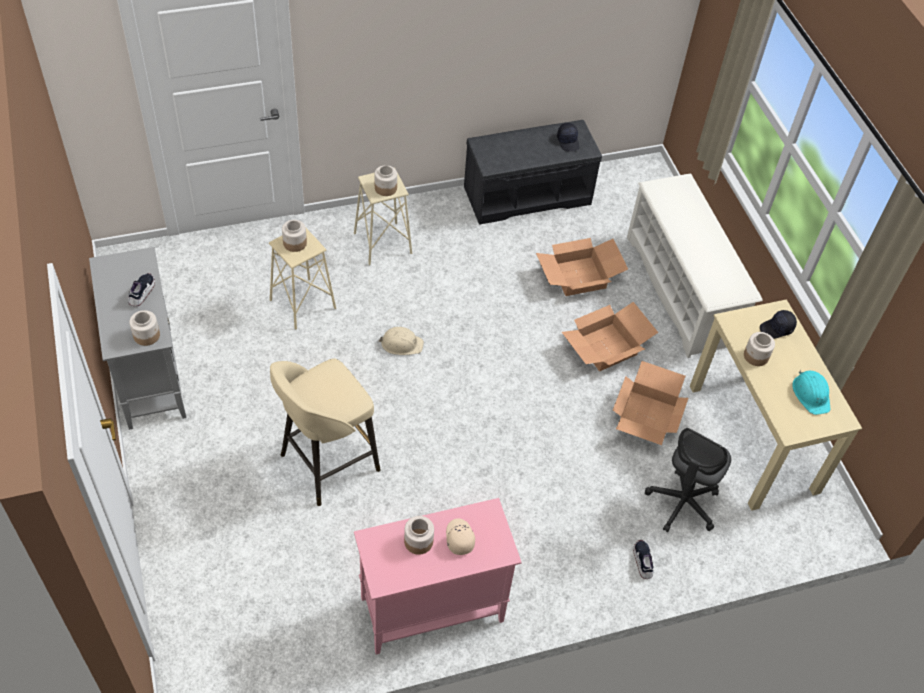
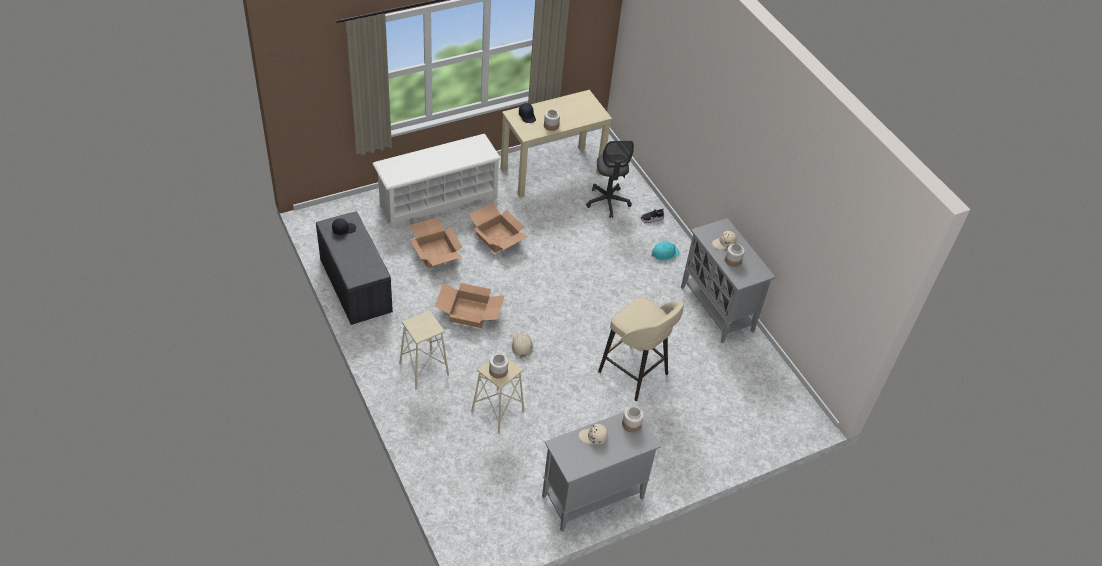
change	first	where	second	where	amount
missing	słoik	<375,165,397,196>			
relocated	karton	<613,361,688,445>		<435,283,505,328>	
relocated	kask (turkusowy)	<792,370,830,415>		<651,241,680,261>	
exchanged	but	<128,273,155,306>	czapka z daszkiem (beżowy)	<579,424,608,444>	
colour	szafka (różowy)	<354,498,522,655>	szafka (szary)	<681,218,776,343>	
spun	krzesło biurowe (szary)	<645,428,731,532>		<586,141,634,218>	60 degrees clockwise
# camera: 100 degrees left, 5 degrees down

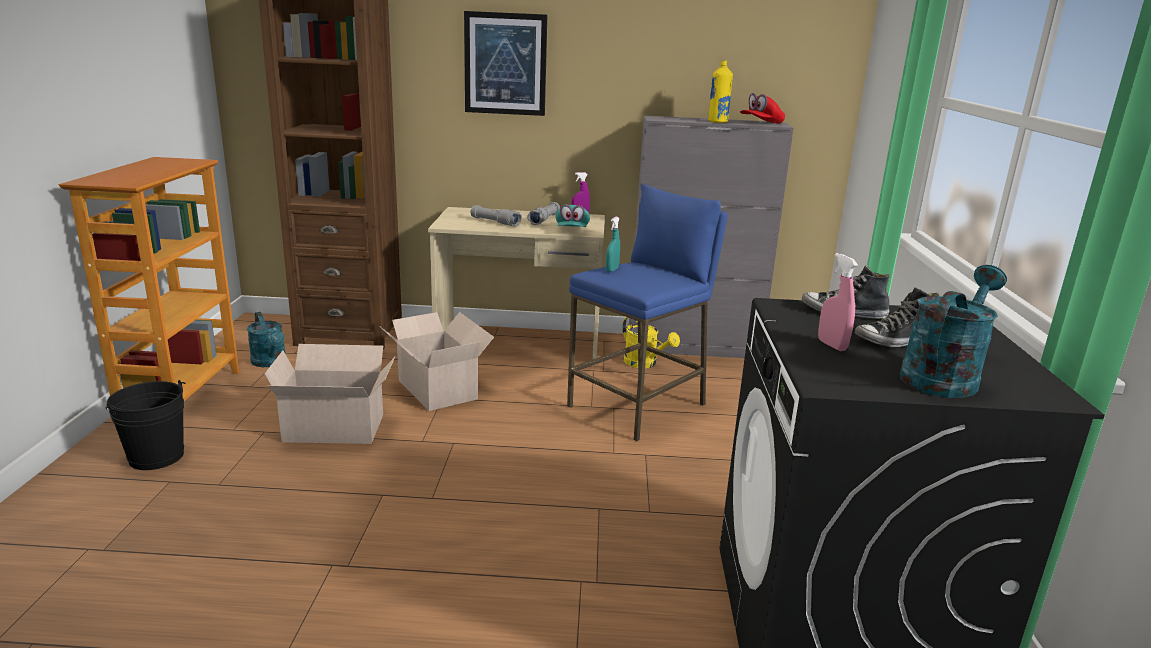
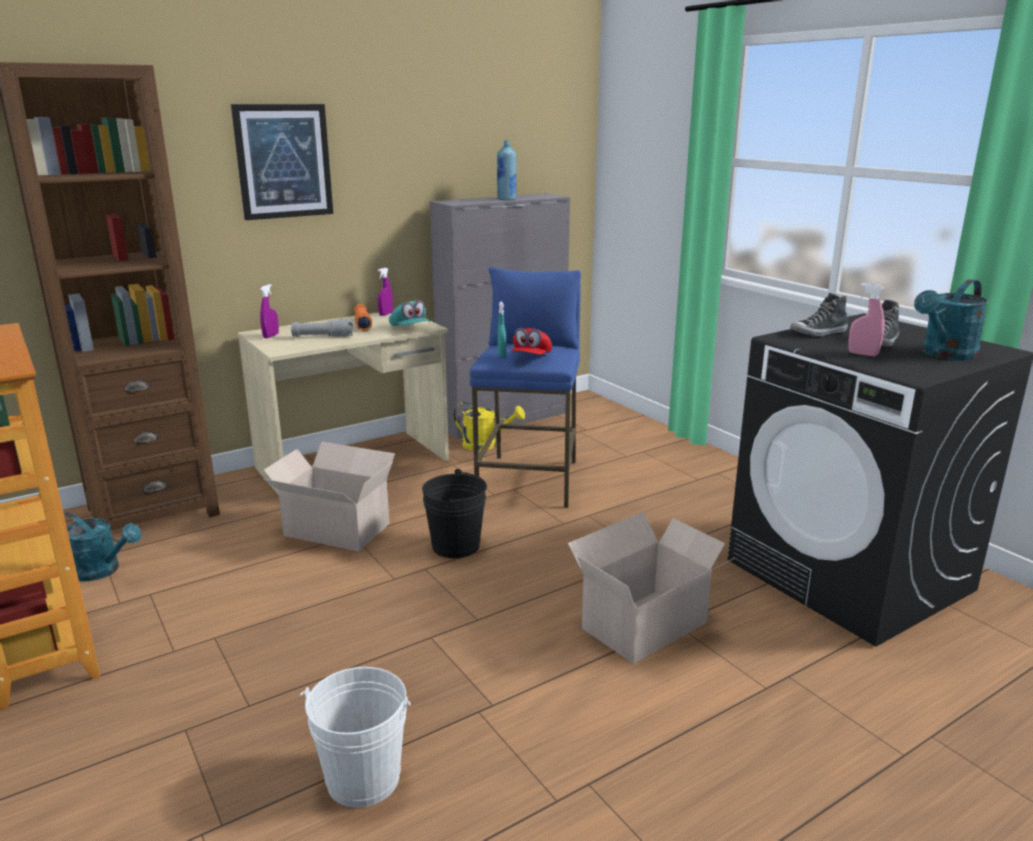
change	first	where	second	where	amount
appeared			spryskiwacz (fioletowy)	<260,284,279,338>	
appeared			wiadro (biały)	<299,667,411,808>	
relocated	wiadro (czarny)	<105,380,185,470>		<422,469,487,558>	
relocated	karton	<264,344,395,444>		<568,512,734,664>	
relocated	czapka z daszkiem (czerwony)	<740,93,785,123>		<511,328,552,355>	
colour	latarka (szary)	<527,202,560,225>	latarka (pomarańczowy)	<354,304,372,331>	
colour	butelka (żółty)	<708,61,733,123>	butelka (niebieski)	<497,140,516,200>	
spun	konewka (turkusowy)	<900,265,1007,398>		<914,279,988,360>	135 degrees counterclockwise
# camera: 35 degrees left, 0 degrees up

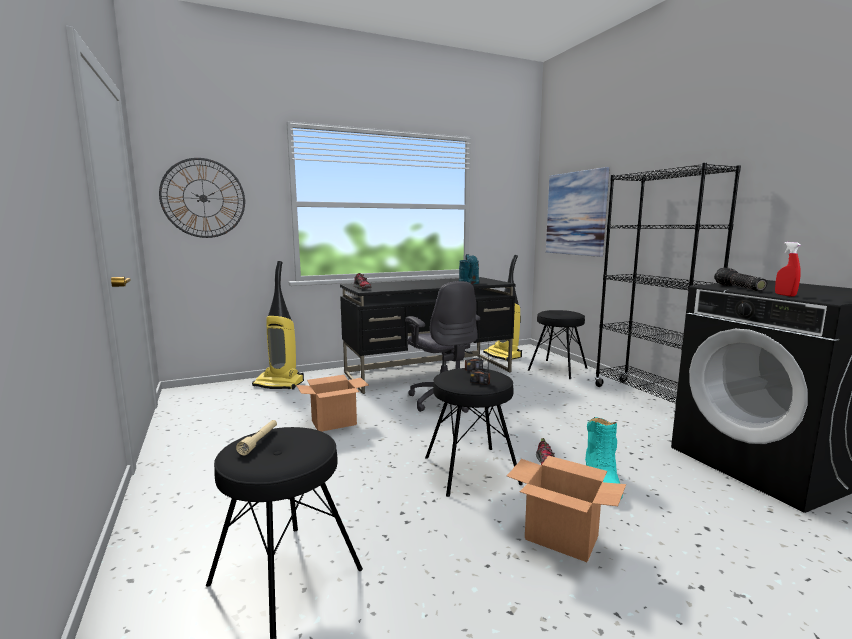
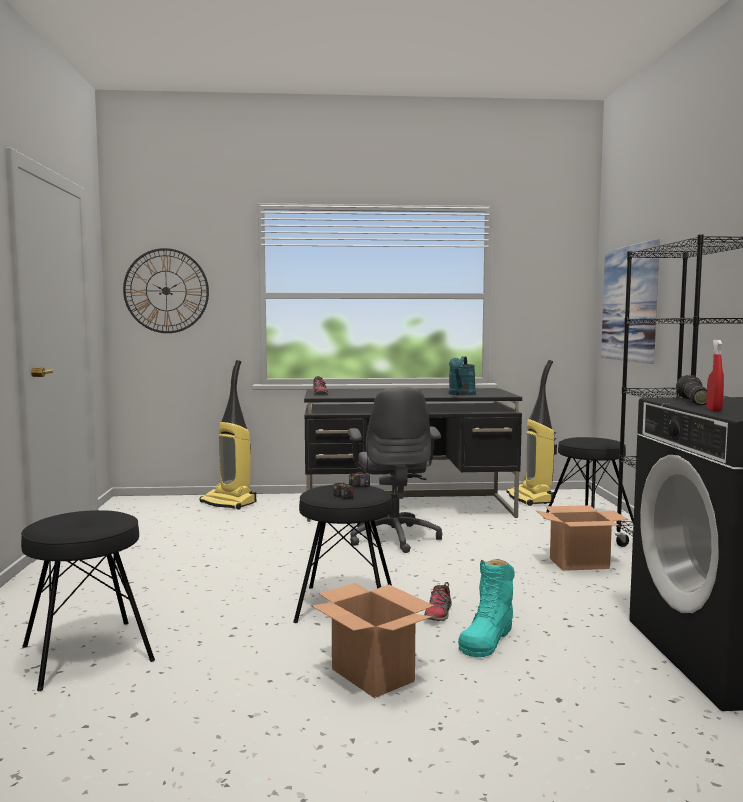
change	first	where	second	where	amount
missing	latarka (beżowy)	<236,420,277,455>			
relocated	karton	<296,375,369,432>		<535,505,629,571>	
# camera: 20 degrees right, 5 degrees down

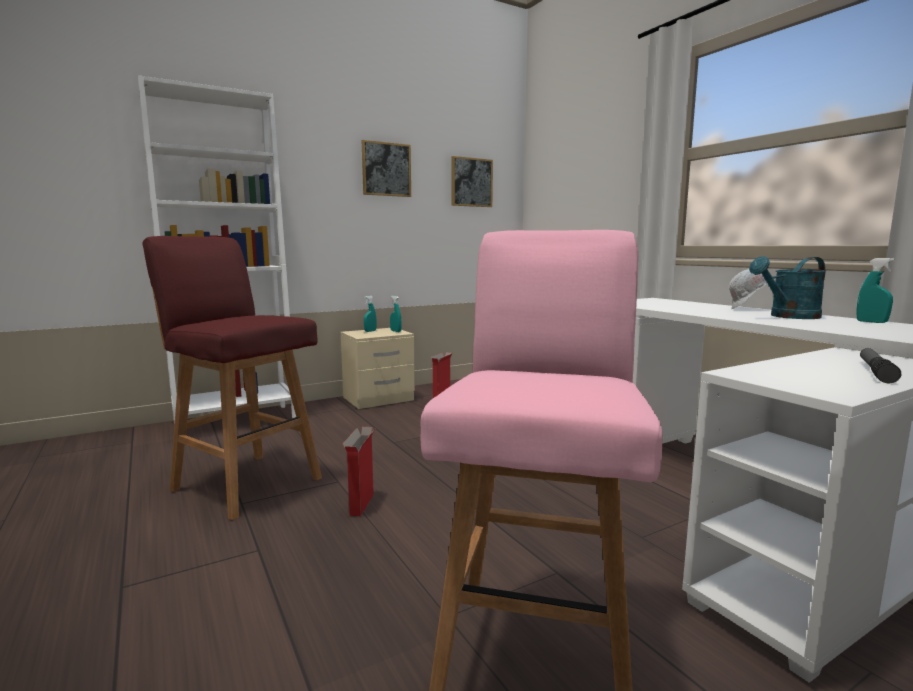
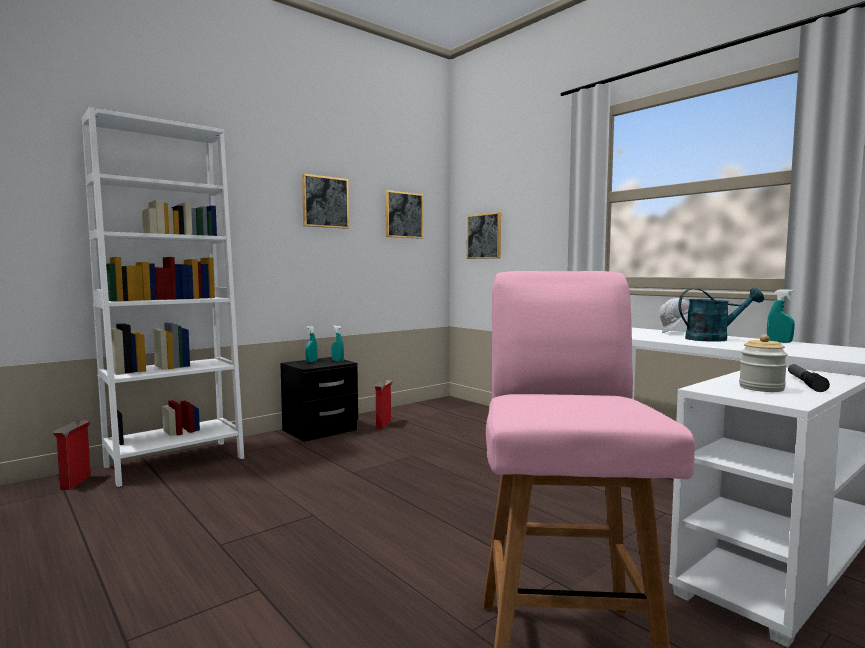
change	first	where	second	where	amount
missing	stołek (czerwony)	<142,236,322,520>			
appeared			obraz	<467,212,501,259>	
appeared			słoik	<739,335,788,392>	
relocated	karton	<343,427,376,516>		<53,420,91,490>	
colour	szafka nocna (beżowy)	<341,328,415,409>	szafka nocna (czarny)	<280,357,358,442>	
spun	konewka (turkusowy)	<749,256,826,319>		<678,288,764,342>	150 degrees counterclockwise
# camera: 10 degrees left, 5 degrees down

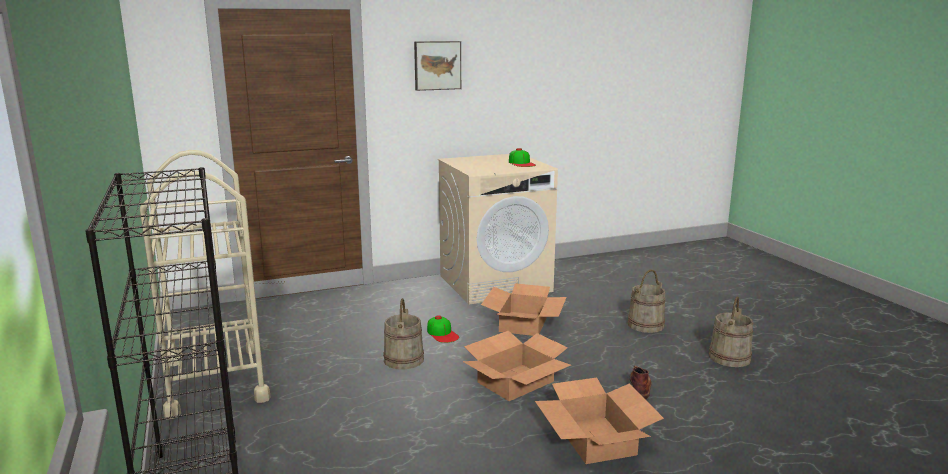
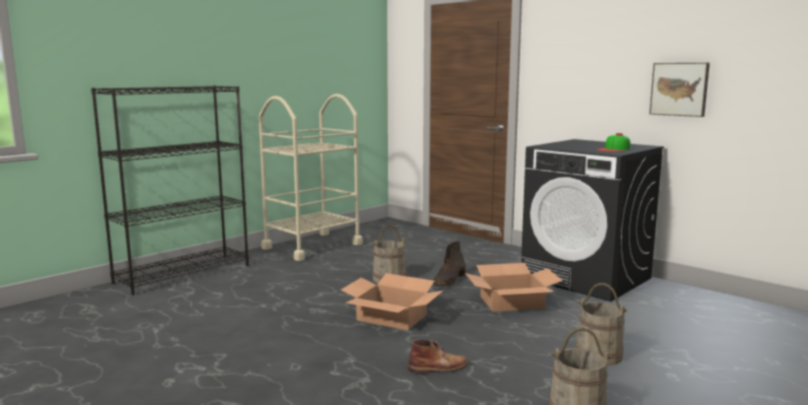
change	first	where	second	where	amount
missing	karton	<535,377,664,464>			
relocated	obraz	<414,41,461,91>		<649,63,710,117>	
exchanged	czapka z daszkiem	<427,315,459,343>	but z cholewką (brązowy)	<433,241,466,286>	
colour	pralka (beżowy)	<438,154,558,304>	pralka (czarny)	<521,139,664,302>	
# camera: 65 degrees right, 5 degrees down

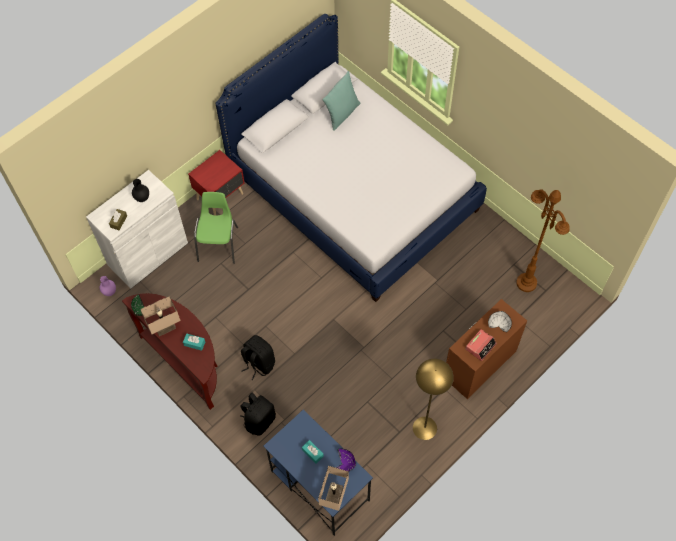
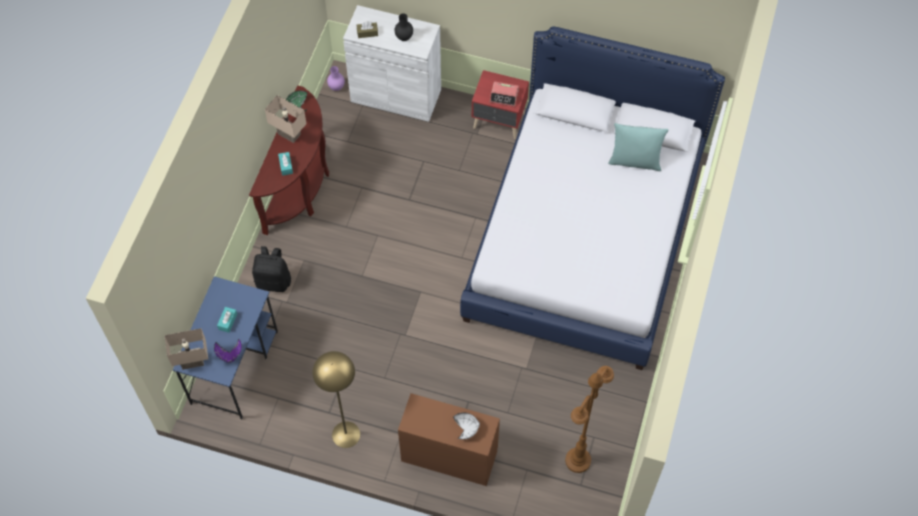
change	first	where	second	where	amount
missing	krzesło (zielony)	<194,192,238,264>			
missing	plecak (czarny)	<241,335,275,380>			
relocated	budzik	<466,329,497,361>		<490,82,519,107>	
# camera: 60 degrees right, 0 degrees up

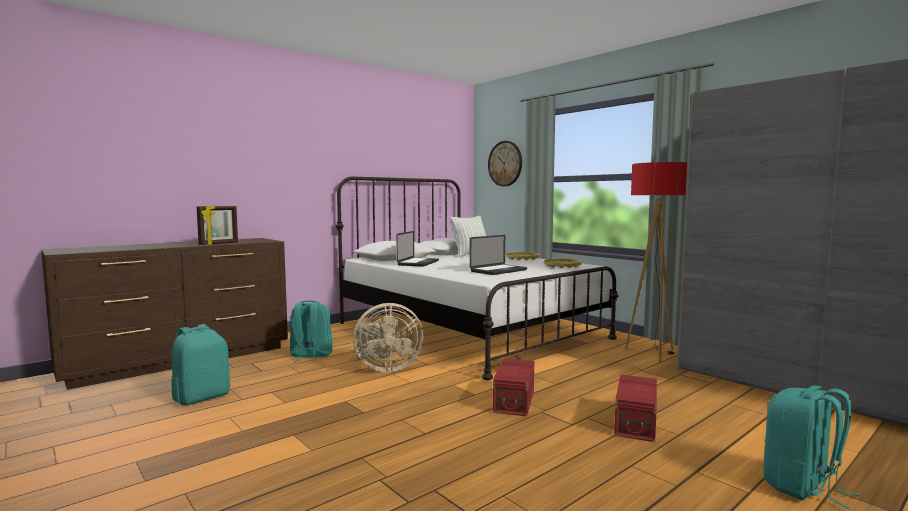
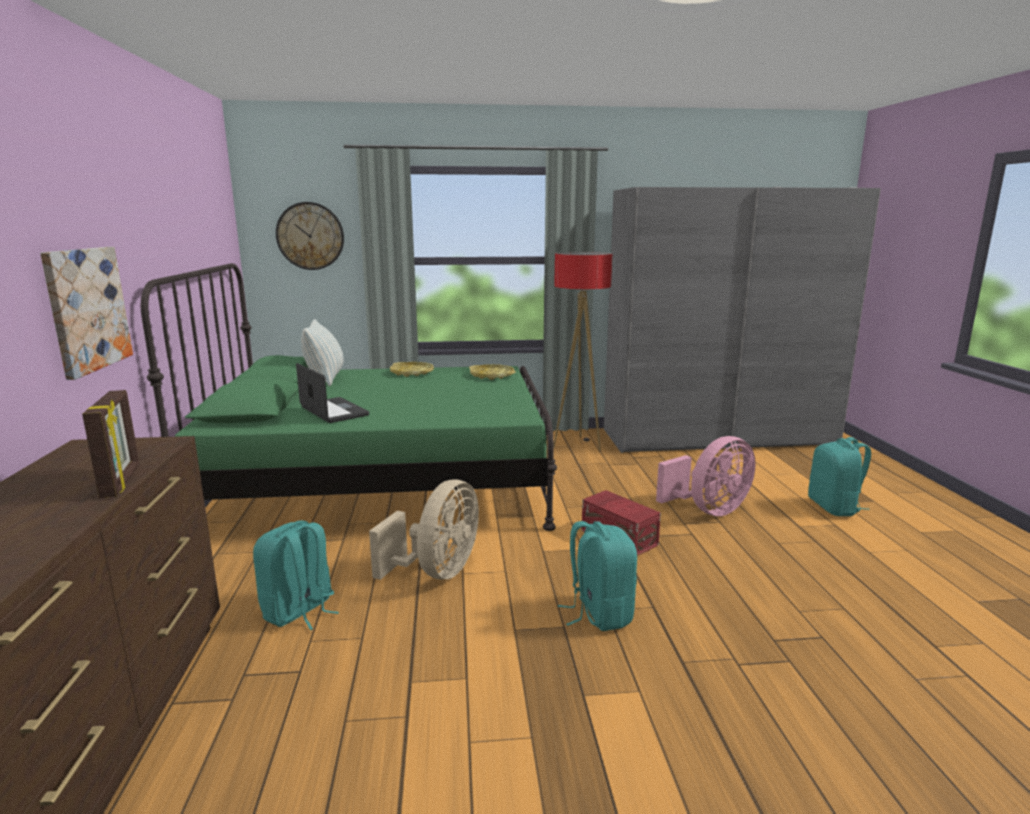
change	first	where	second	where	amount
missing	laptop	<470,235,527,275>			
appeared			obraz	<40,247,133,380>	
relocated	plecak (turkusowy)	<171,324,230,406>		<558,521,637,631>	
exchanged	pojemnik do przechowywania (czerwony)	<614,374,657,442>	wentylator (różowy)	<656,436,756,516>	
colour	łóżko (biały)	<336,177,619,380>	łóżko (zielony)	<141,263,557,531>	
# camera: 55 degrees left, 10 degrees up

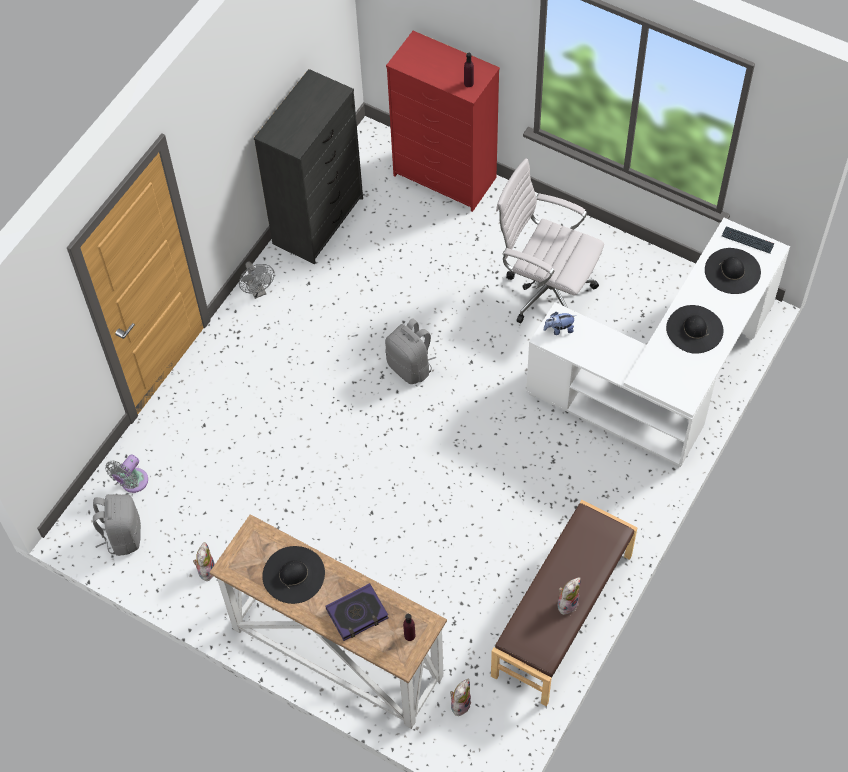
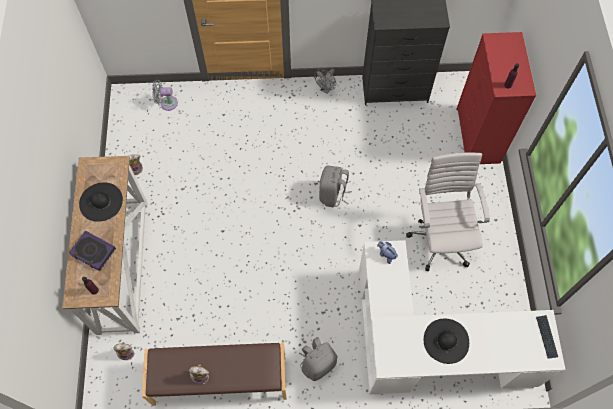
change	first	where	second	where	amount
missing	kapelusz (czarny)	<705,248,761,294>			
relocated	plecak (szary)	<93,494,141,556>		<299,337,337,381>	
# camera: 55 degrees right, 5 degrees up

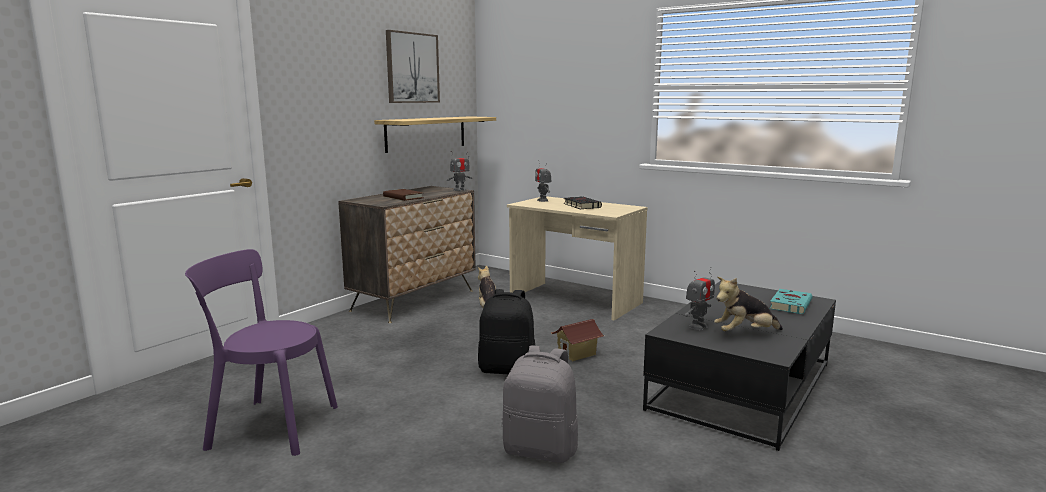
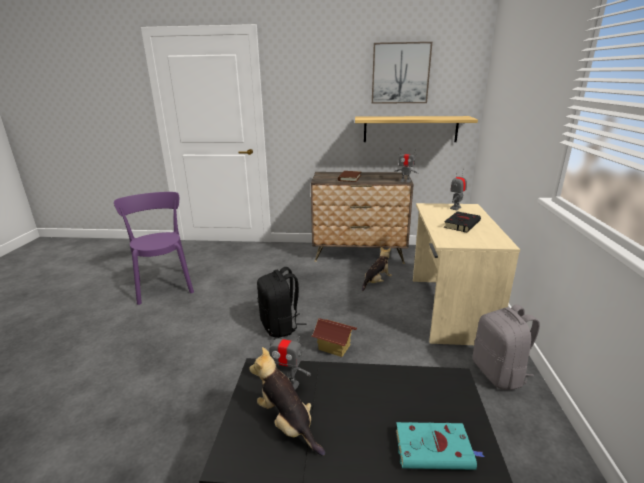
change	first	where	second	where	amount
relocated	plecak (szary)	<502,345,578,463>		<473,304,540,390>	
# camera: 60 degrees right, 10 degrees up

